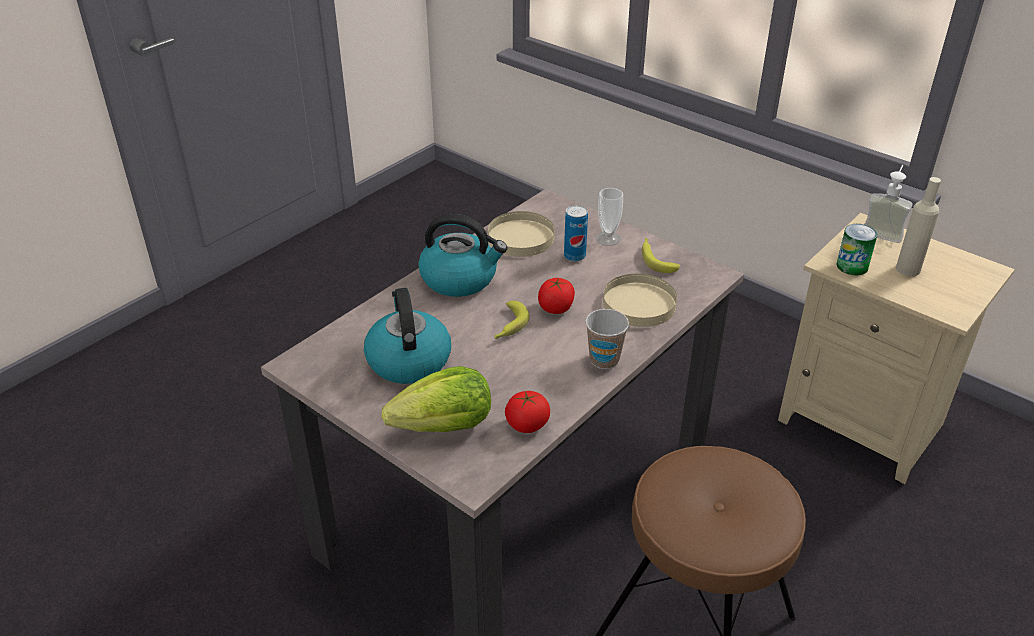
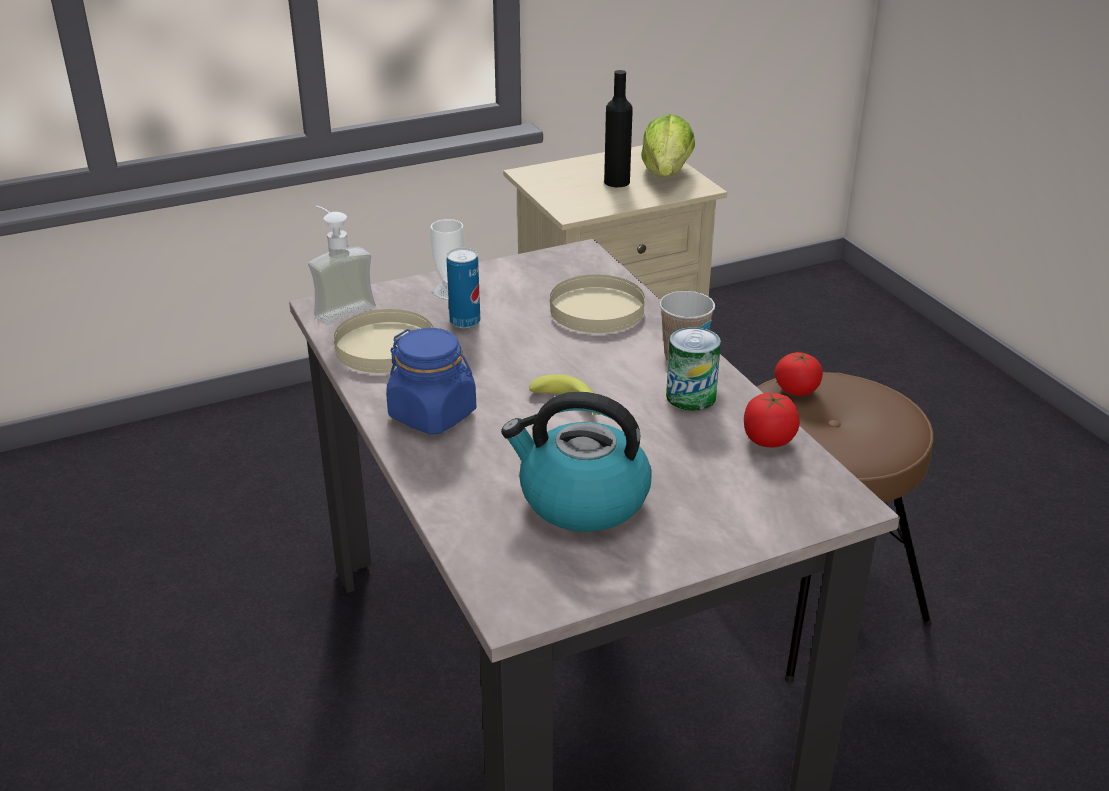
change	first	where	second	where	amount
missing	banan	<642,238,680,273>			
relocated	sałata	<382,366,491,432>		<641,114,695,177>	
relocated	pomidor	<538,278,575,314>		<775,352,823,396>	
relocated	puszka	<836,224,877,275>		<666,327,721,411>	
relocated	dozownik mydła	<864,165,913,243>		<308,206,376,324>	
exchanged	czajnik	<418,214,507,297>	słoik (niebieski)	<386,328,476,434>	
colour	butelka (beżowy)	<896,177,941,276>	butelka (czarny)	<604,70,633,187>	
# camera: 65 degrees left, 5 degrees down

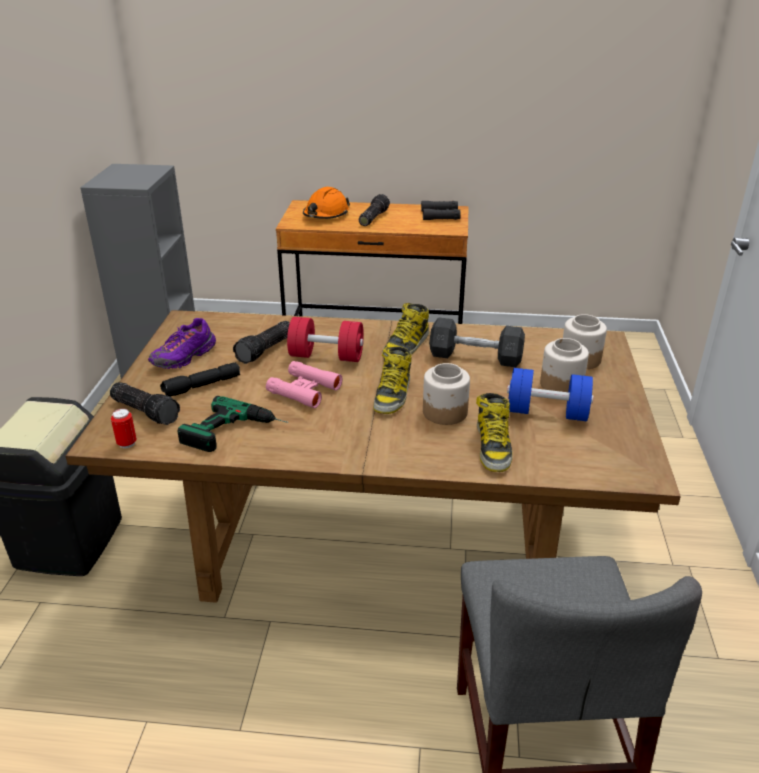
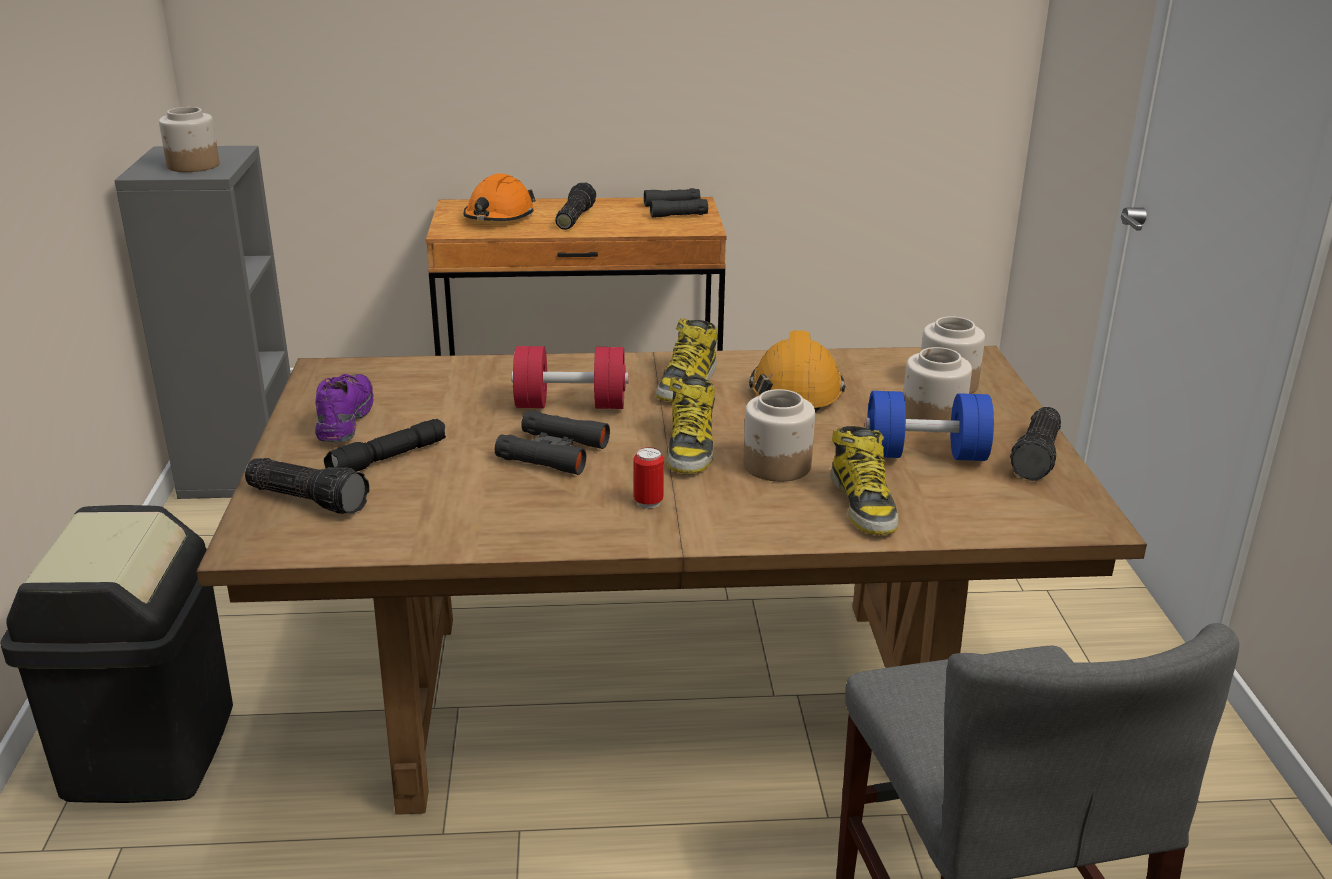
change	first	where	second	where	amount
missing	wiertarka	<177,396,289,452>			
appeared			słoik	<159,107,220,172>	
relocated	puszka	<111,409,137,448>		<634,447,664,508>	
relocated	latarka	<233,321,290,364>		<1010,407,1061,481>	
exchanged	hantel (szary)	<429,318,525,367>	kask (pomarańczowy)	<749,330,845,413>	
colour	lornetka (różowy)	<266,361,343,408>	lornetka (czarny)	<495,411,610,475>	
spun	but (fioletowy)	<148,318,216,369>		<315,374,373,442>	150 degrees clockwise
# camera: 10 degrees left, 5 degrees down

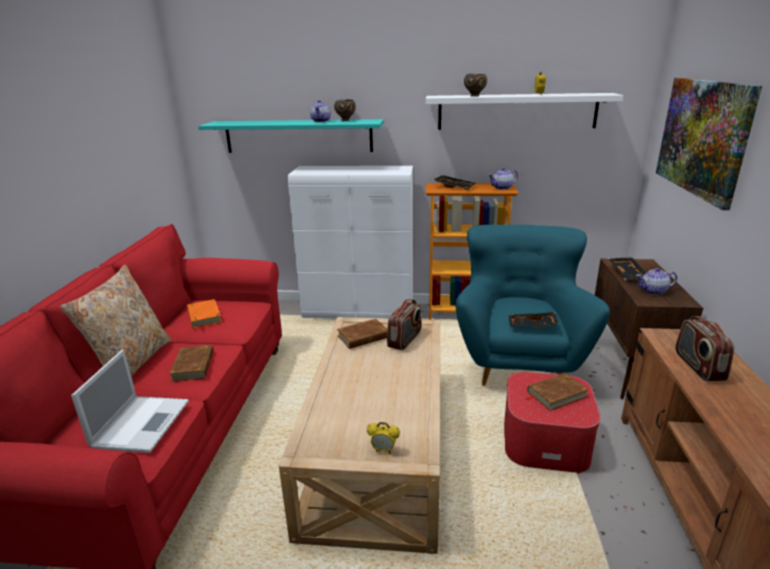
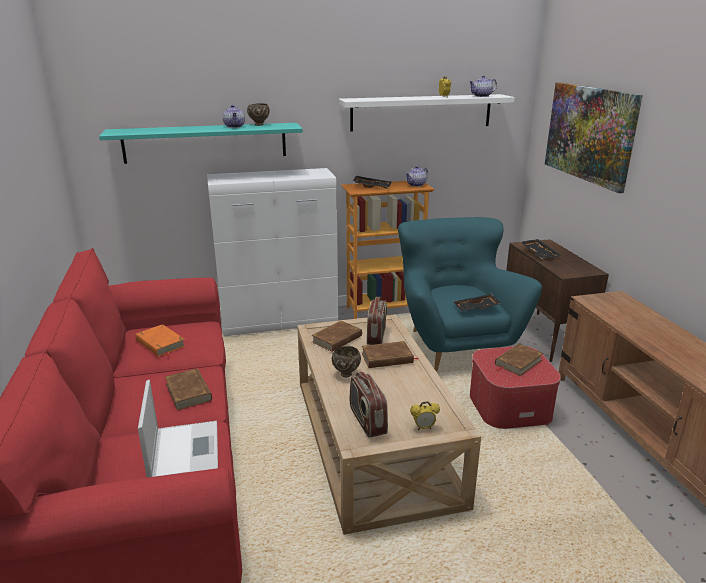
change	first	where	second	where	amount
missing	poduszka (beżowy)	<60,265,172,377>			
appeared			książka (brązowy)	<362,341,418,368>	
relocated	miska (brązowy)	<464,73,487,97>		<332,346,361,377>	
relocated	imbryk	<636,268,677,295>		<469,75,497,97>	
relocated	radio	<675,316,734,381>		<350,372,388,438>	
# camera: 20 degrees left, 0 degrees up

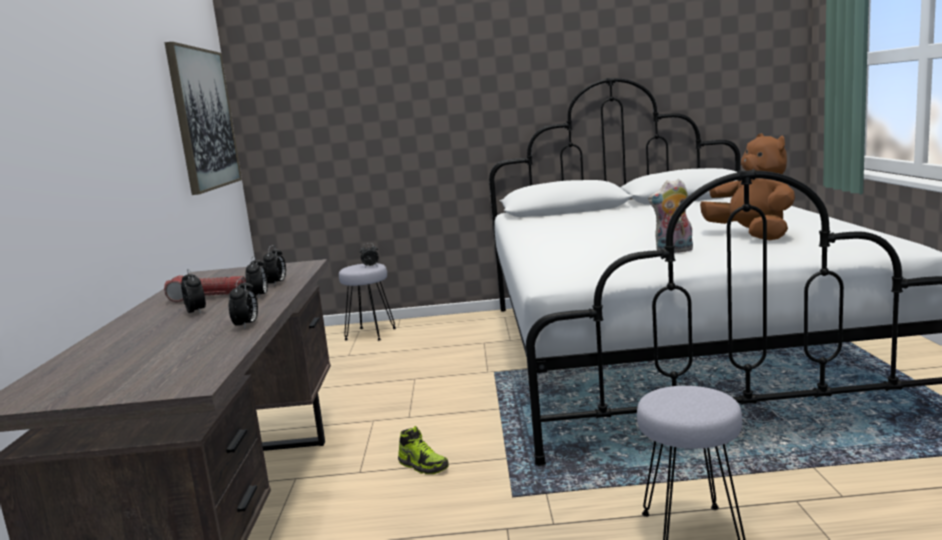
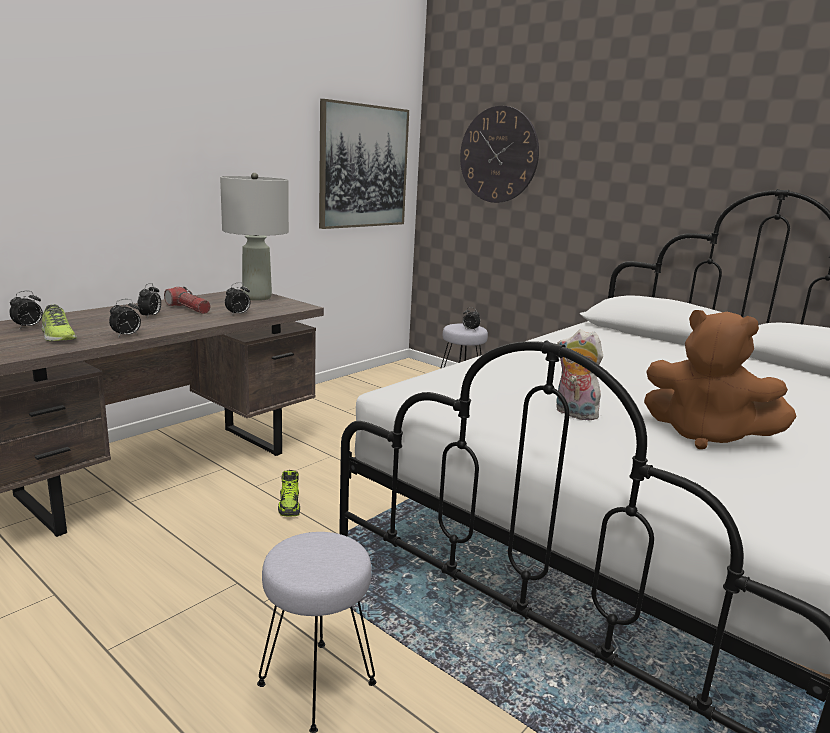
change	first	where	second	where	amount
appeared			but	<42,304,77,341>	
appeared			lampa stołowa (szary)	<220,173,289,301>	
appeared			zegar ścienny	<460,106,539,203>	
relocated	budzik	<245,255,268,298>		<10,291,43,328>	
spun	pluszak (brązowy)	<700,133,795,240>		<644,310,797,449>	105 degrees clockwise
# camera: 40 degrees right, 5 degrees up

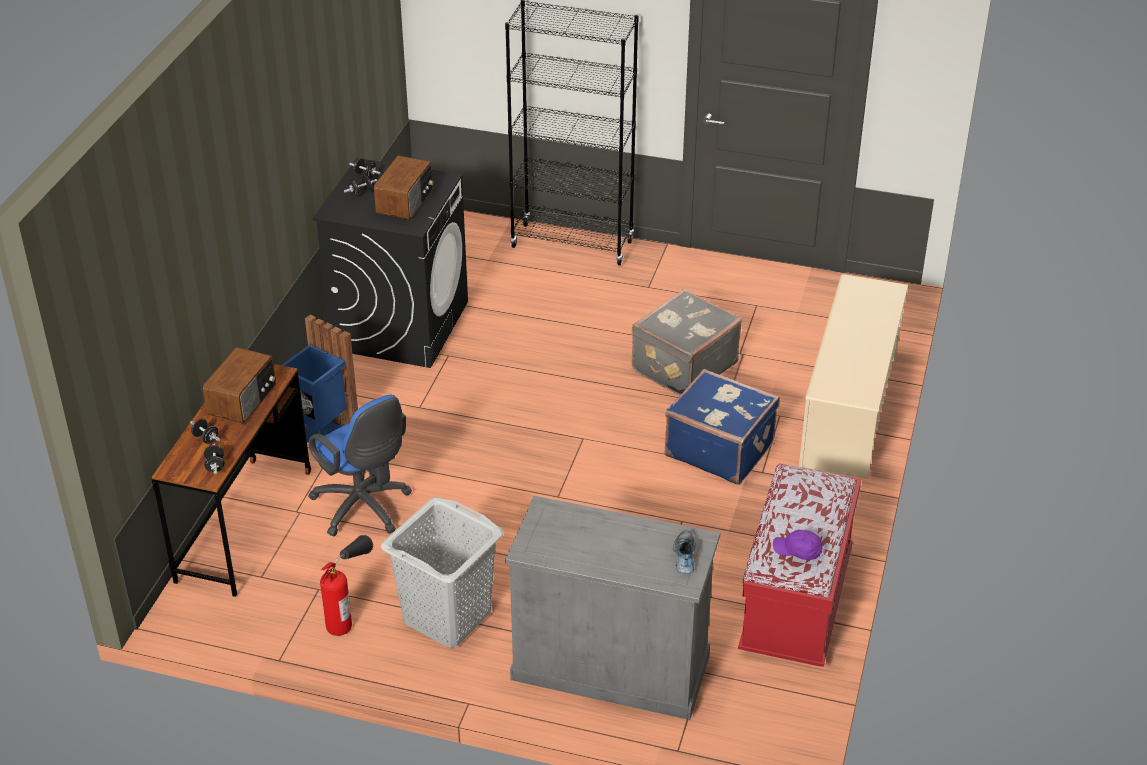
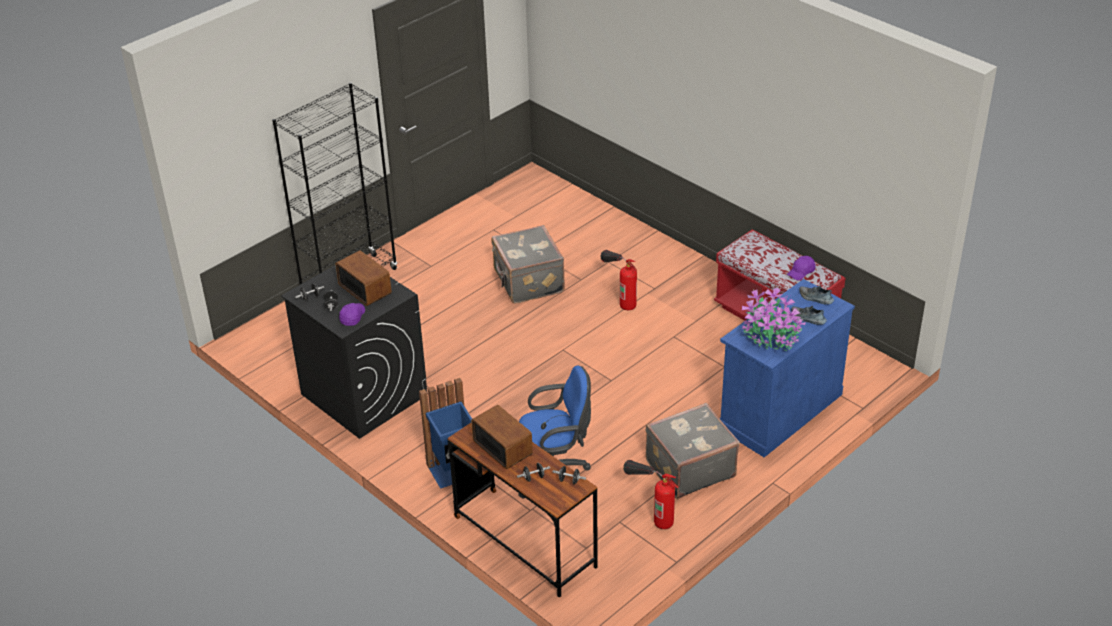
change	first	where	second	where	amount
missing	regał na buty (beżowy)	<799,274,908,479>			
appeared			czapka z daszkiem (fioletowy)	<339,303,365,326>	
appeared			roślina doniczkowa	<742,288,806,351>	
appeared			but	<791,306,827,325>	
exchanged	kosz na pranie (szary)	<380,497,504,648>	walizka (szary)	<646,403,740,499>	
exchanged	walizka (niebieski)	<664,369,780,485>	gaśnica	<601,250,637,310>	
colour	szafka (szary)	<505,496,720,720>	szafka (niebieski)	<719,279,855,457>	
# camera: 60 degrees left, 0 degrees up

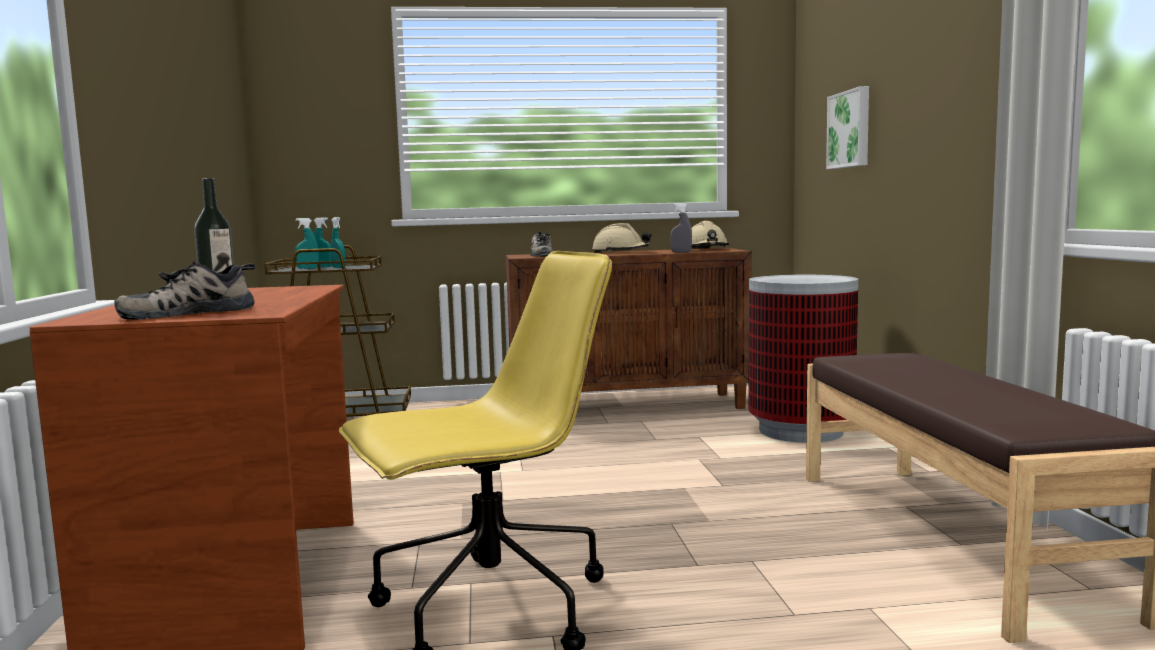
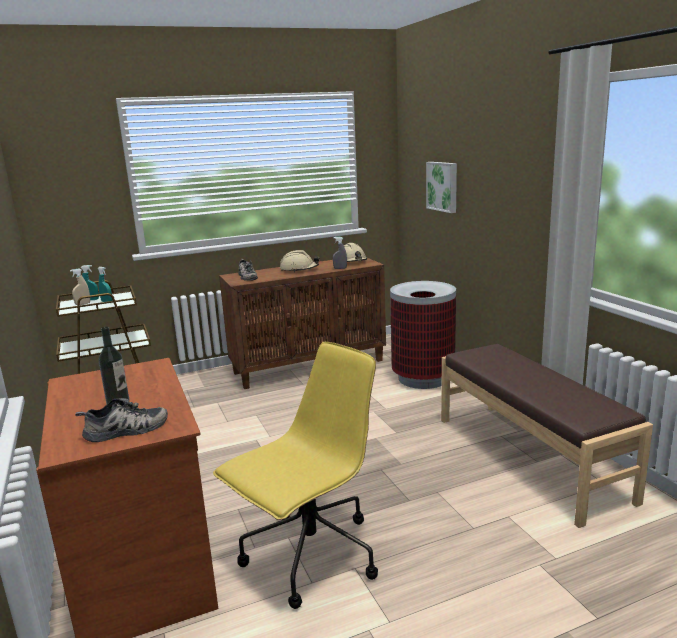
change	first	where	second	where	amount
colour	spryskiwacz (turkusowy)	<295,218,319,269>	spryskiwacz (beżowy)	<70,269,90,305>	
spun	but	<115,262,255,320>		<75,399,168,442>	150 degrees counterclockwise
# camera: 15 degrees left, 10 degrees up

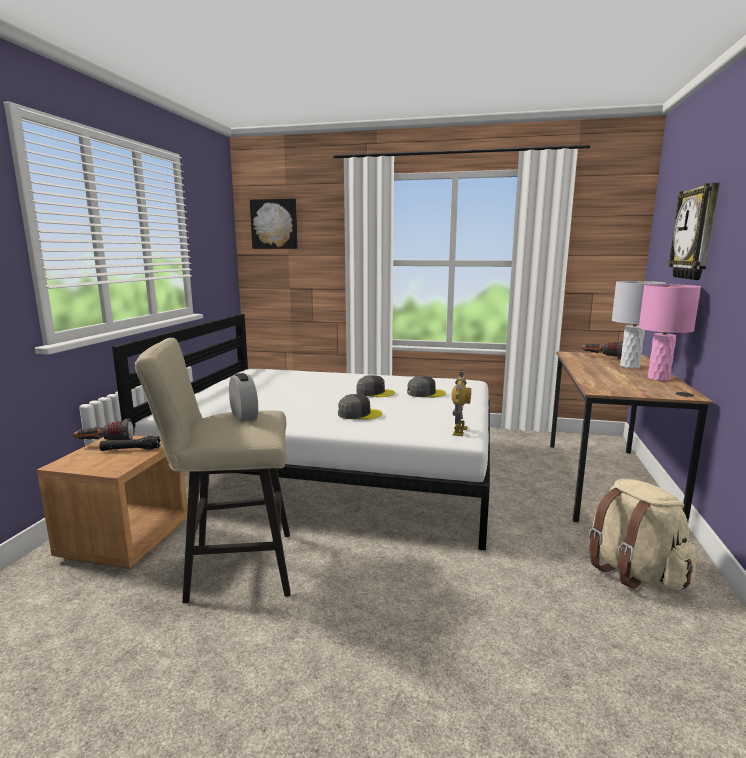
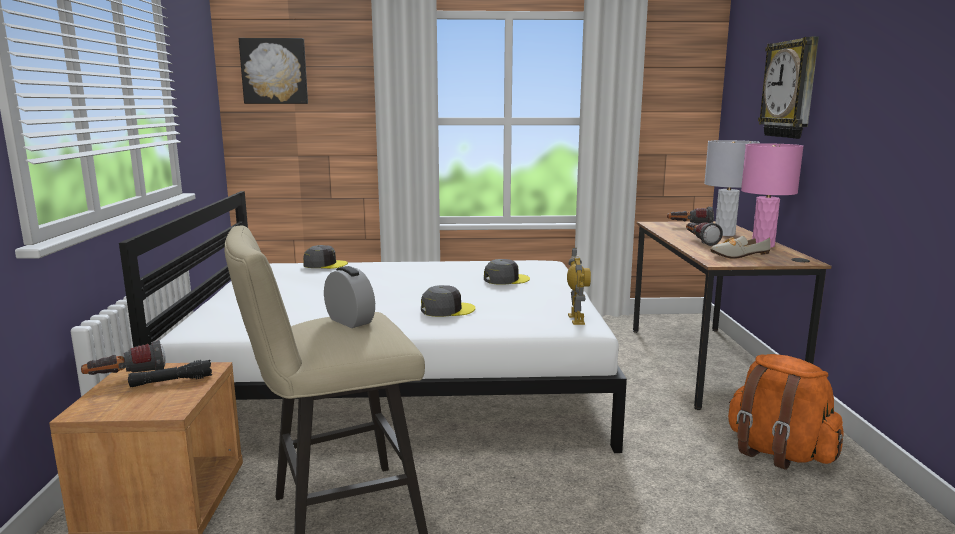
change	first	where	second	where	amount
appeared			latarka	<686,222,723,246>	
appeared			but	<710,236,770,259>	
relocated	czapka z daszkiem (szary)	<356,375,395,397>		<303,245,348,269>	
colour	plecak (beżowy)	<589,479,696,590>	plecak (pomarańczowy)	<728,354,844,470>	
# camera: 15 degrees left, 0 degrees up

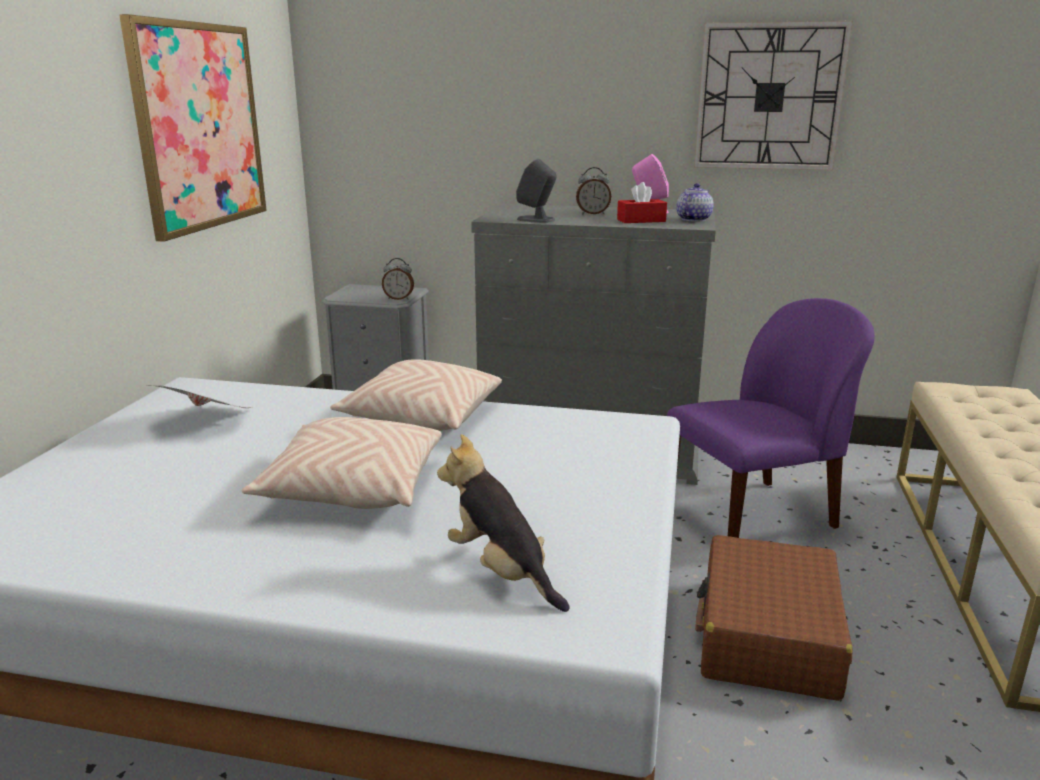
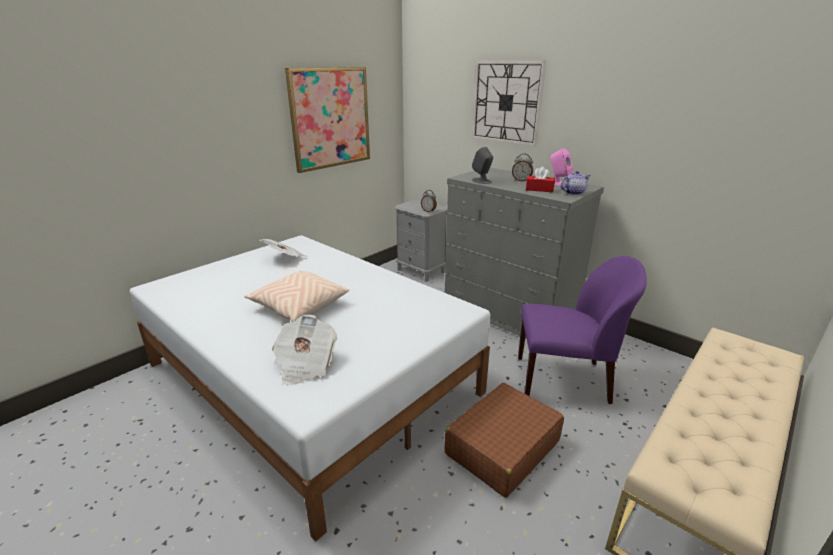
change	first	where	second	where	amount
missing	poduszka (beżowy)	<330,359,502,431>			
relocated	zegar ścienny	<694,21,853,170>		<472,61,546,146>	
exchanged	pluszak	<437,434,570,612>	gazeta	<272,315,337,386>	
# camera: 30 degrees right, 5 degrees up

